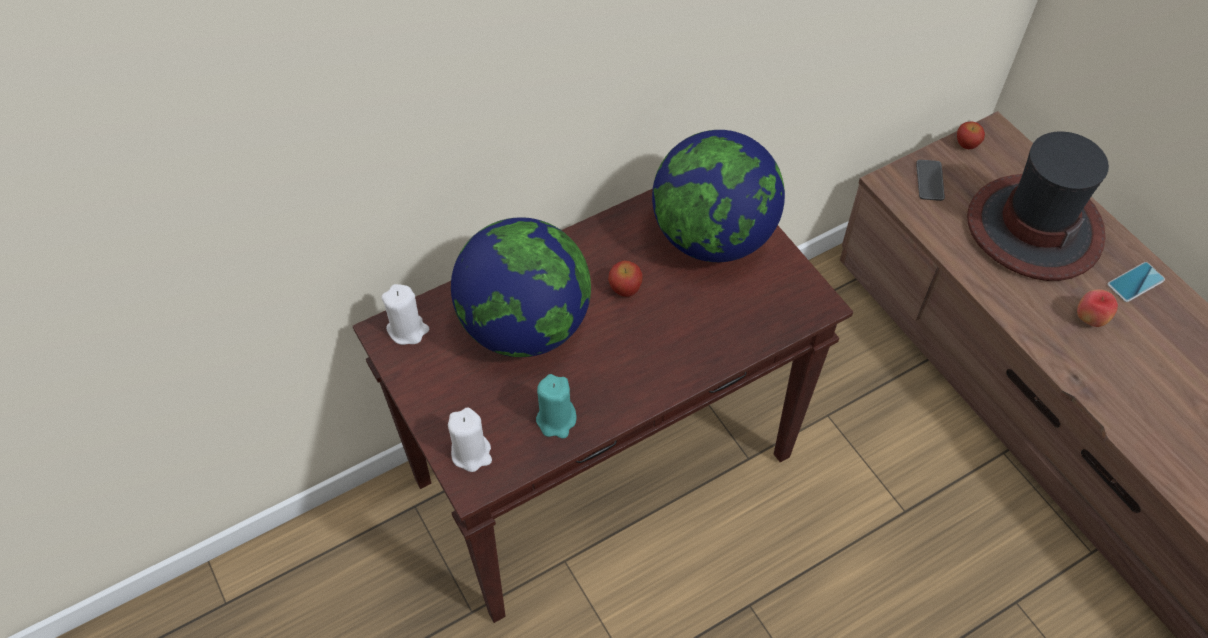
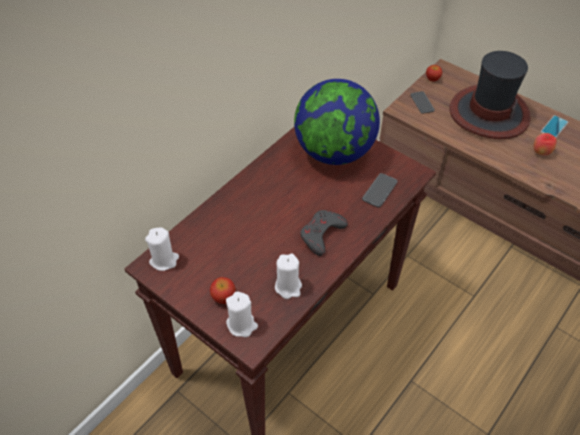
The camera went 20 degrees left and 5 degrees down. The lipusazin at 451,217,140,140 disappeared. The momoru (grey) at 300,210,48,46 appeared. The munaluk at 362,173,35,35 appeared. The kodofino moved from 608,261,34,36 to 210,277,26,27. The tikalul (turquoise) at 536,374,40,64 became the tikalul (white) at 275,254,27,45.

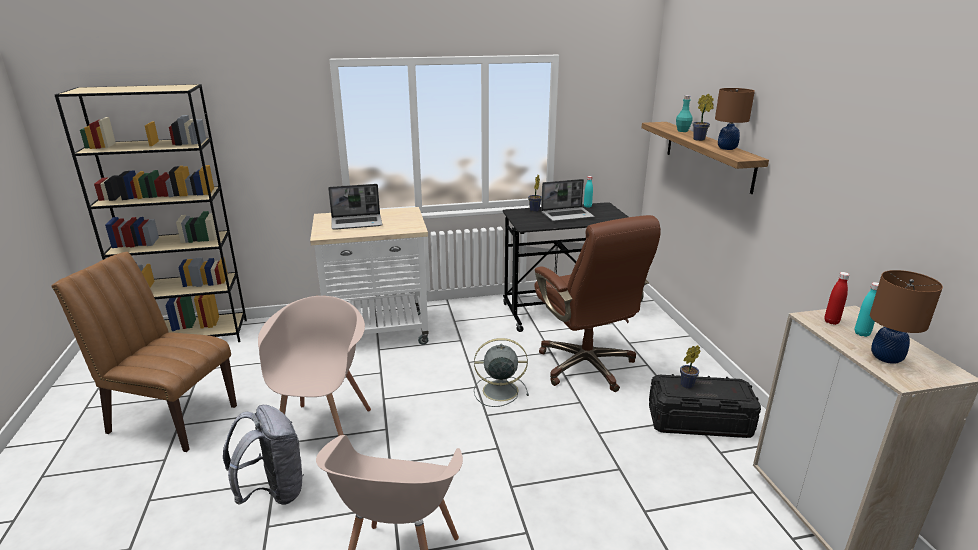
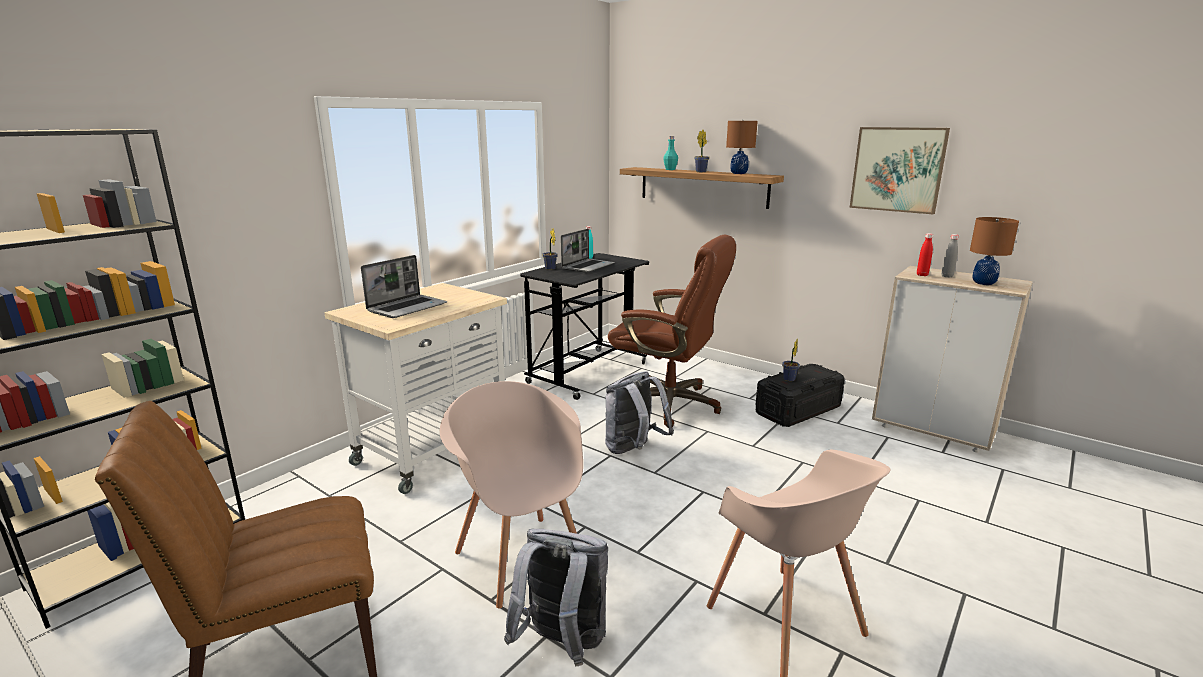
The camera went 40 degrees left and 5 degrees down. The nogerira at 850,127,100,88 appeared. The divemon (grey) at 474,338,55,69 was replaced by the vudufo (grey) at 605,371,69,83. The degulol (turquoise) at 855,282,24,55 became the degulol (grey) at 941,234,18,44.

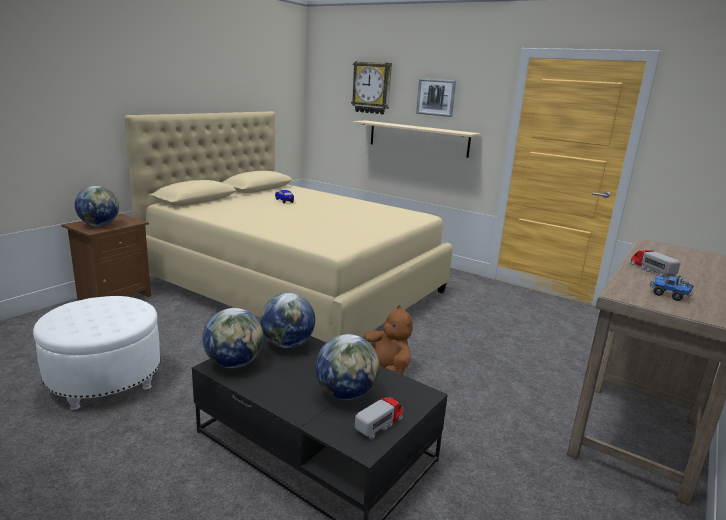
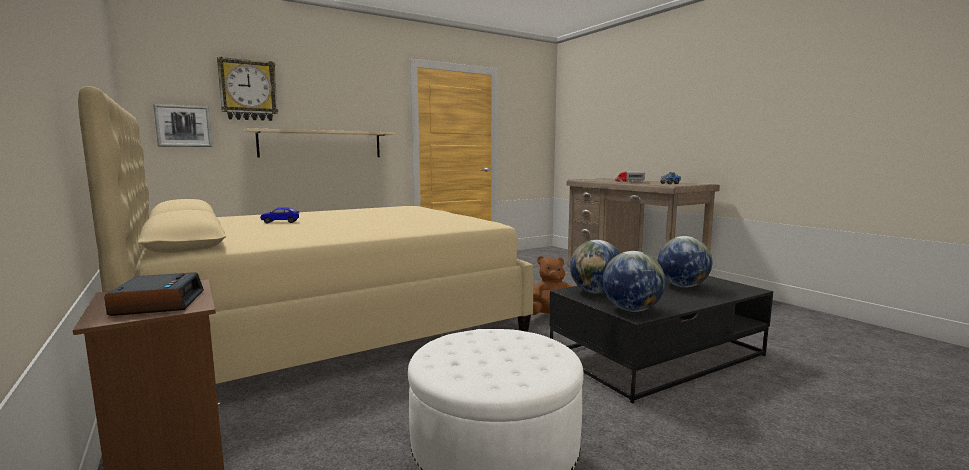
The camera went 65 degrees left and 10 degrees down. The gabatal at 355,397,49,43 disappeared. The nogerira moved from 416,78,40,39 to 153,104,59,43. The lipusazin at 75,186,44,40 was replaced by the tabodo at 104,272,100,44.

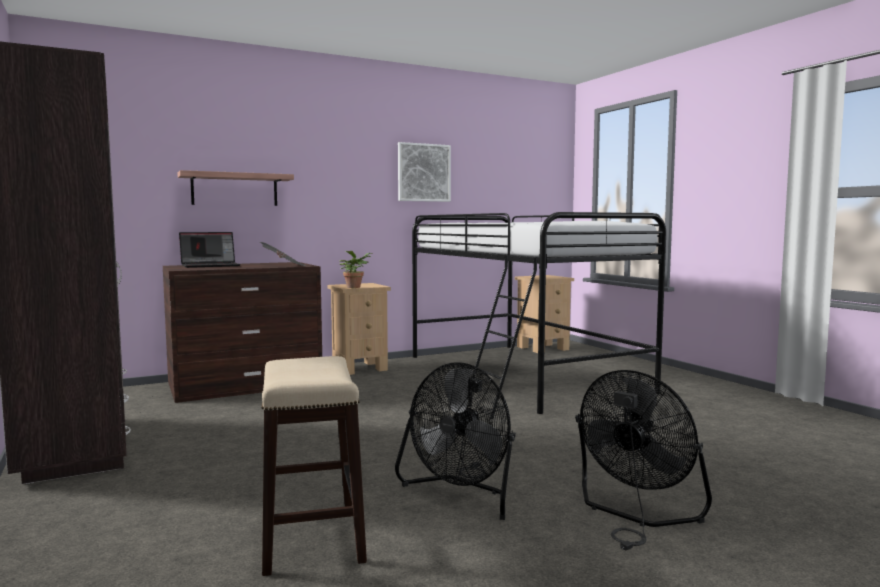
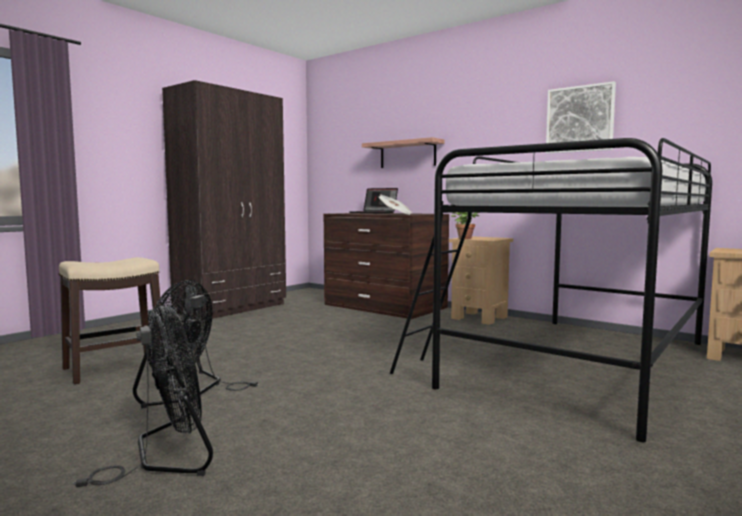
The camera went 65 degrees right and 0 degrees up. The divemon (black) at 575,370,137,180 turned 45 degrees counterclockwise.

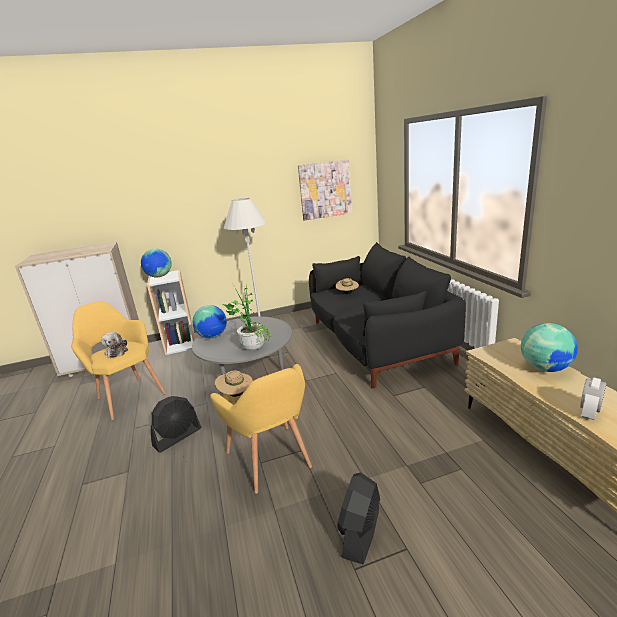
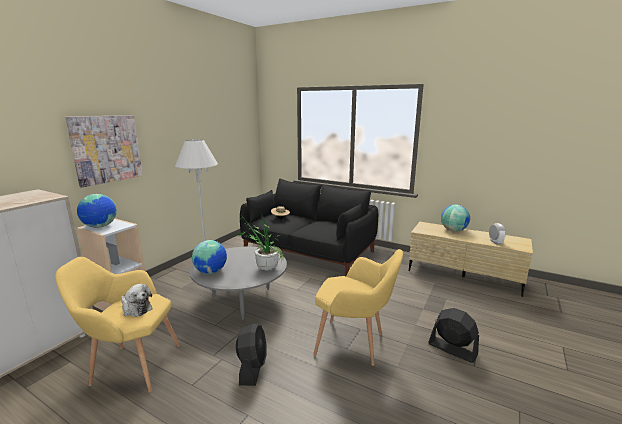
The camera went 45 degrees left and 5 degrees down. The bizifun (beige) at 215,371,38,26 disappeared. The nogerira moved from 298,160,54,61 to 65,115,78,72. The divemon (black) at 337,472,43,92 turned 150 degrees clockwise.

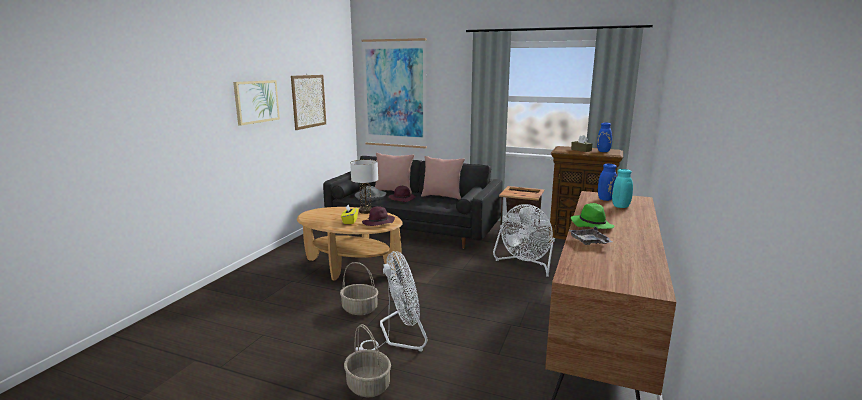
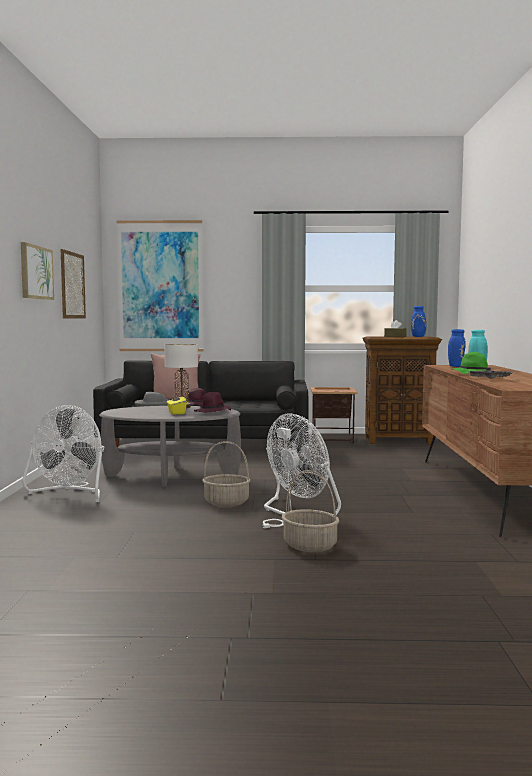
The camera went 20 degrees left and 10 degrees down. The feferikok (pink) at 421,156,44,44 disappeared. The divemon (white) moved from 493,204,62,73 to 22,405,82,97. The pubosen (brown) at 297,207,106,74 became the pubosen (grey) at 99,406,142,81.

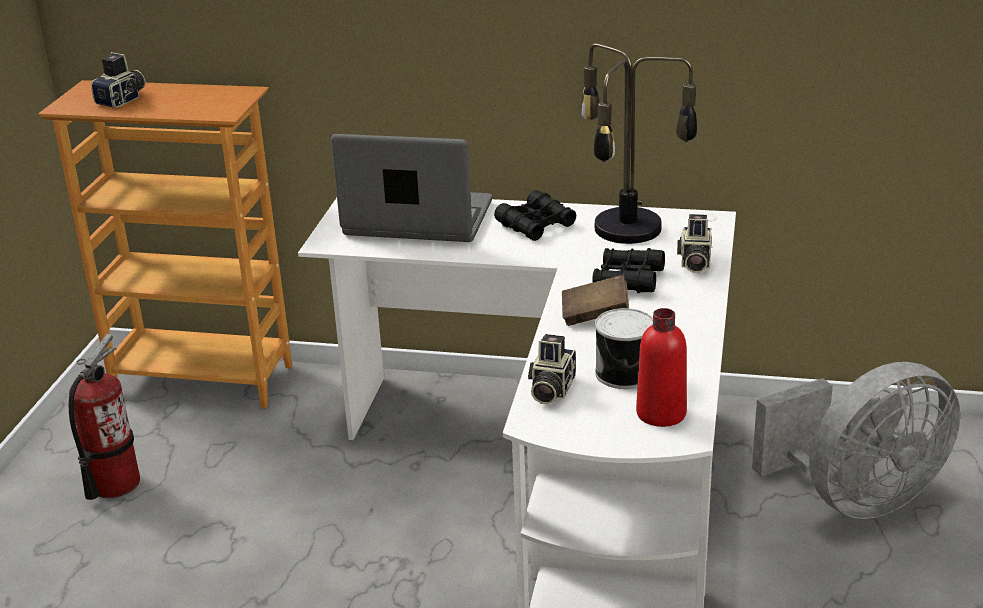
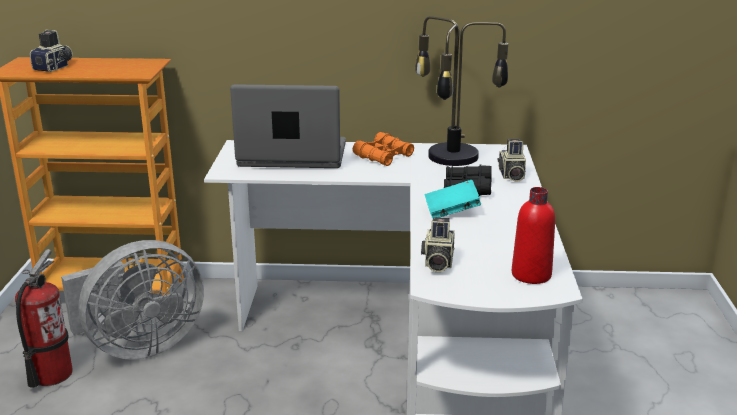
The camera went 10 degrees left and 5 degrees down. The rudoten at 595,308,58,81 disappeared. The divemon (grey) moved from 752,362,208,157 to 61,240,143,120. The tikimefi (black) at 494,190,82,51 became the tikimefi (orange) at 353,132,61,34. The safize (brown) at 562,275,67,51 became the safize (turquoise) at 425,180,56,38.

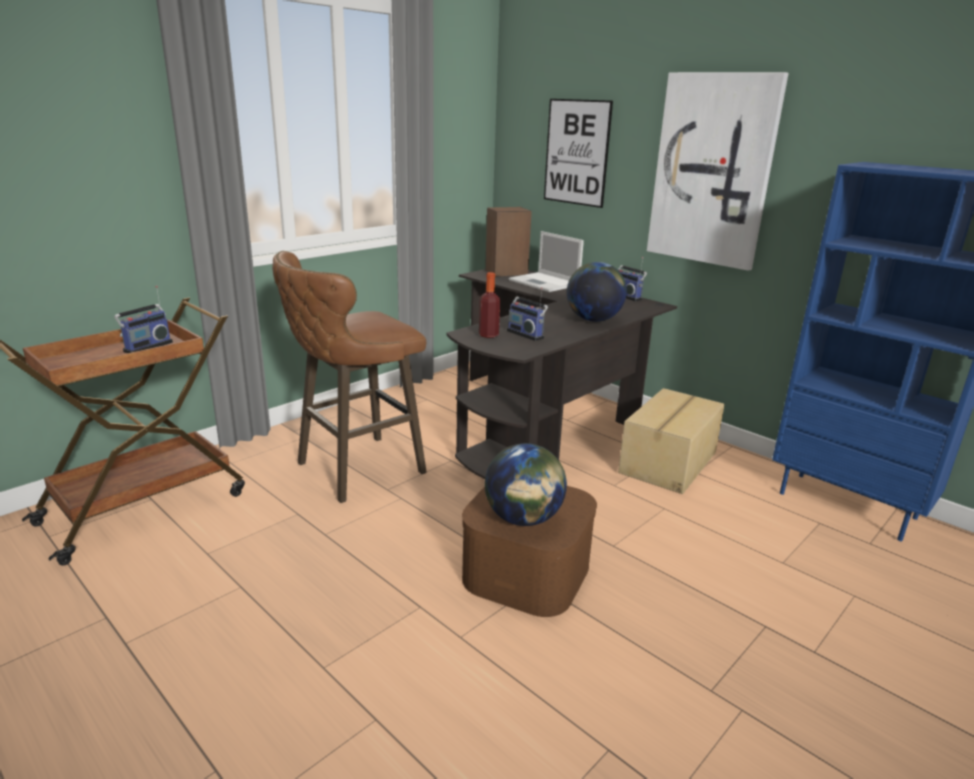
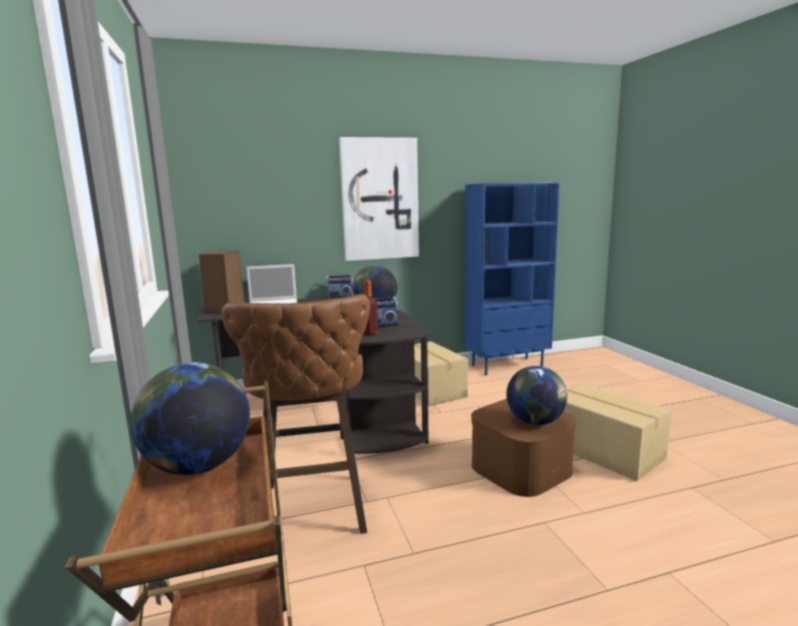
The camera went 60 degrees left and 10 degrees down. The nogerira at 544,99,69,109 disappeared. The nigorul at 563,383,109,98 appeared. The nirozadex at 114,286,59,67 was replaced by the lipusazin at 130,362,120,113.

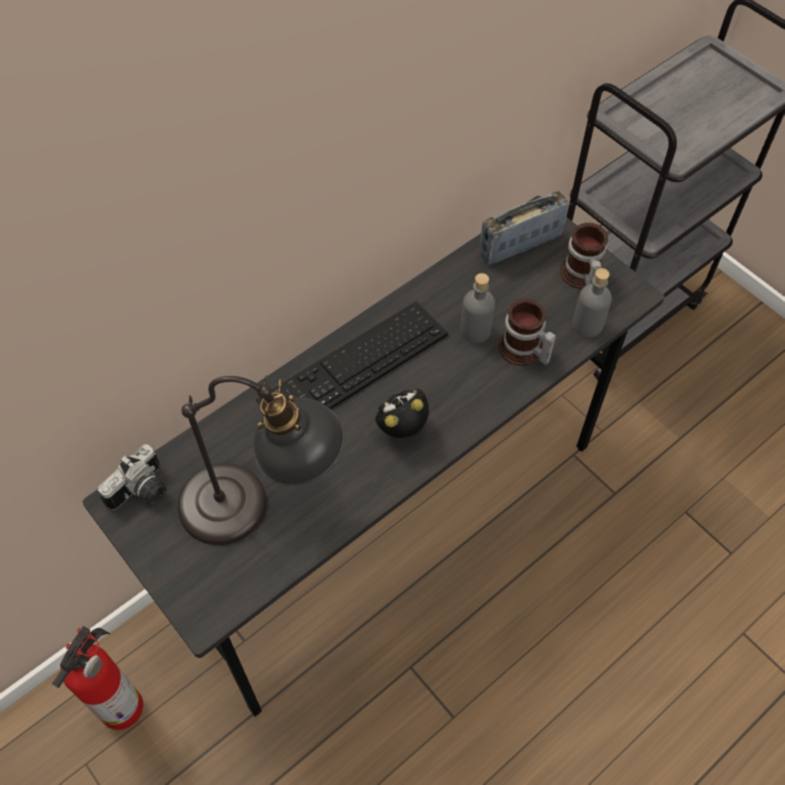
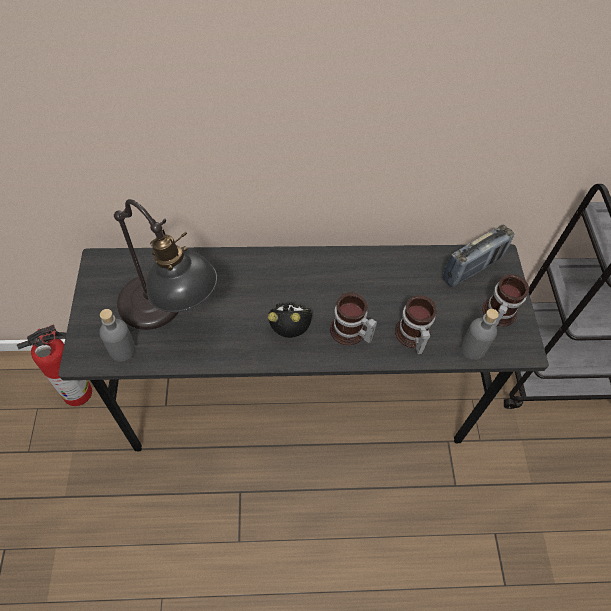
The camera went 35 degrees right and 0 degrees up. The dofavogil at 98,444,68,66 disappeared. The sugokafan at 256,302,192,107 disappeared. The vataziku at 330,292,47,53 appeared. The degulol (grey) moved from 460,273,35,70 to 99,309,37,53. The nirozadex at 480,191,88,74 turned 135 degrees clockwise.

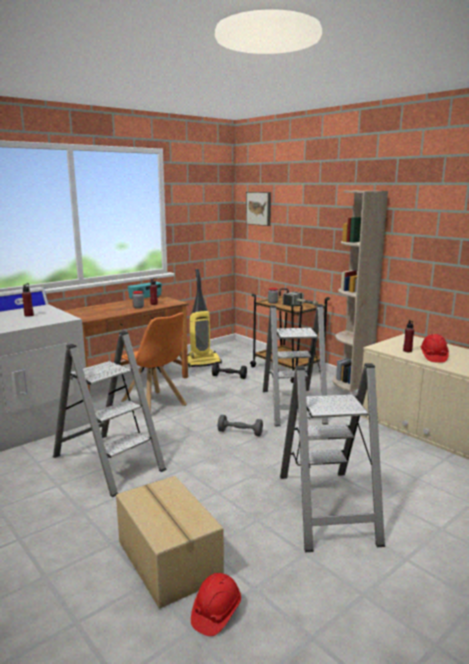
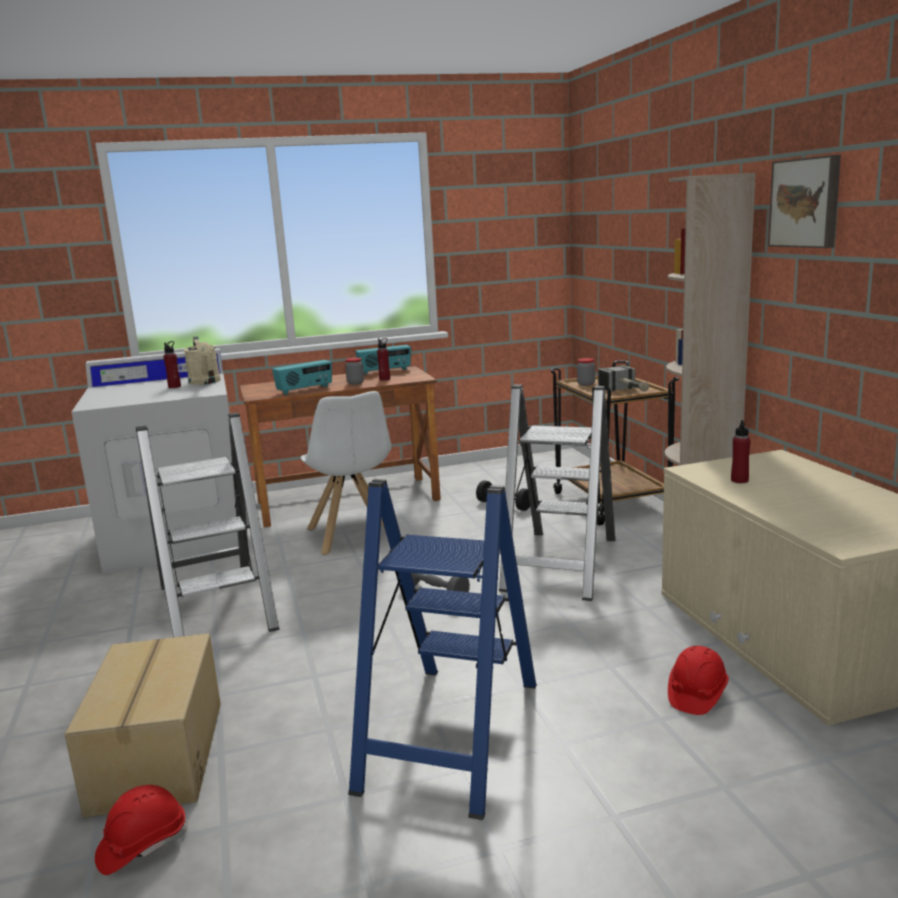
The camera went 25 degrees right and 0 degrees up. The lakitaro at 188,269,34,98 disappeared. The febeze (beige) at 184,337,37,48 appeared. The nirozadex at 272,360,60,35 appeared. The nogerira moved from 246,192,25,34 to 768,155,73,93. The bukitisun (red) moved from 420,334,29,29 to 668,646,61,69. The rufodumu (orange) at 121,312,66,101 became the rufodumu (white) at 301,391,90,164. The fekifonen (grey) at 280,363,105,189 became the fekifonen (blue) at 348,479,189,341.

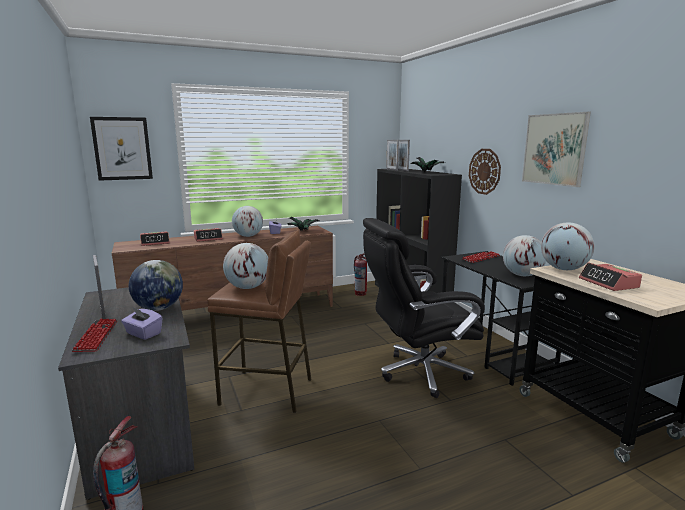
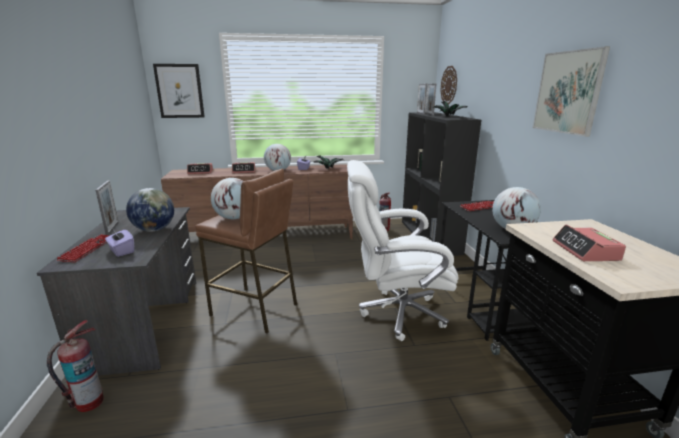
The camera went 15 degrees right and 5 degrees up. The lipusazin at 541,222,54,48 disappeared. The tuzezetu moved from 469,149,32,46 to 440,66,17,39. The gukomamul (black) at 363,218,122,180 became the gukomamul (white) at 347,160,112,181.

